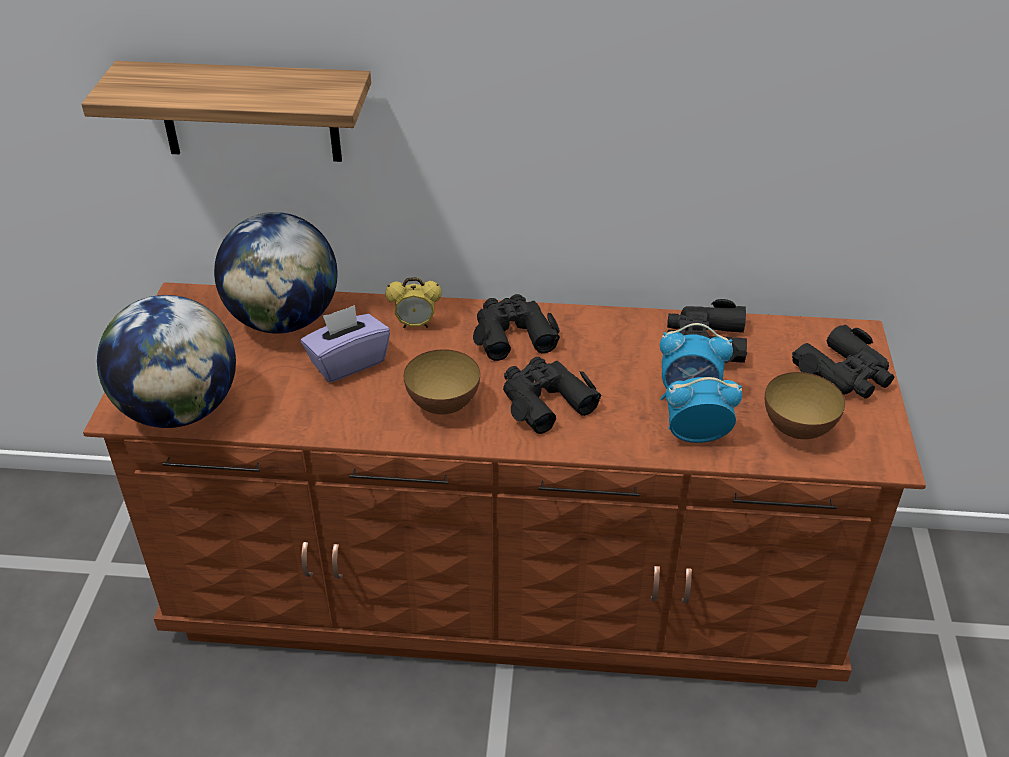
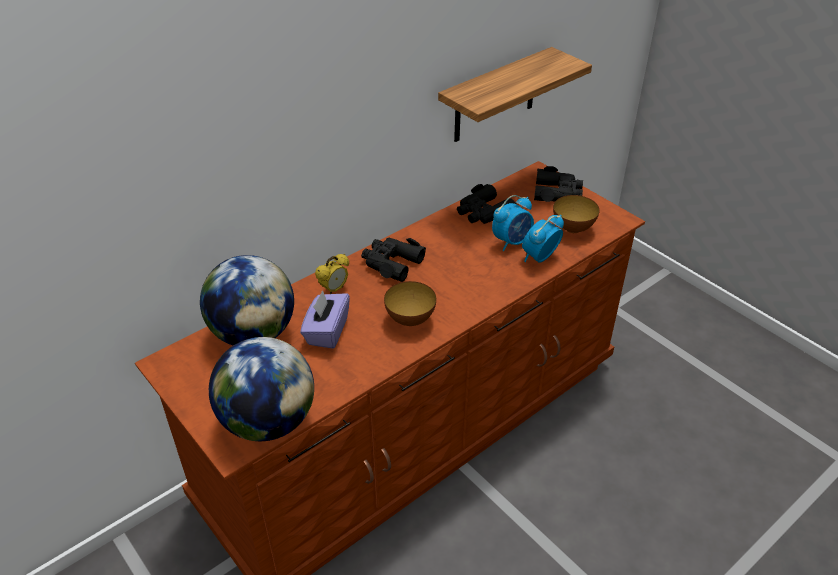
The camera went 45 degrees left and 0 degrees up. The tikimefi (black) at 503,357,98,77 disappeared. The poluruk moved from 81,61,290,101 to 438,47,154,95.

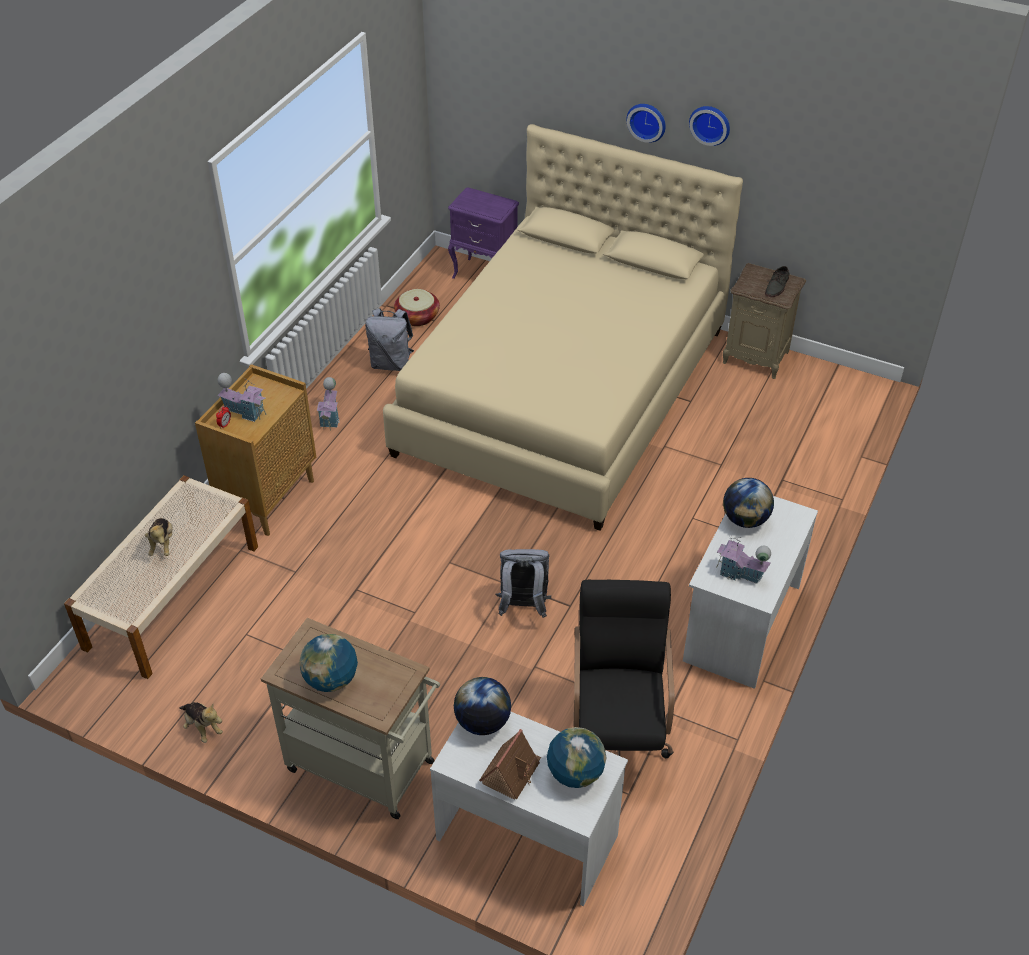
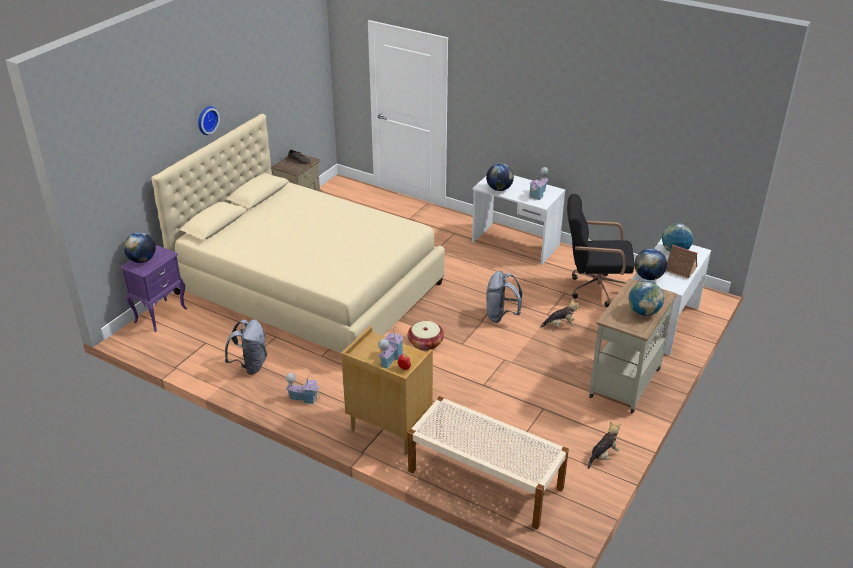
The camera went 85 degrees left and 10 degrees down. The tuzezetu at 689,106,41,40 disappeared. The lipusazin at 124,232,32,31 appeared. The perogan moved from 145,518,28,38 to 540,298,39,30. The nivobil moved from 394,289,46,37 to 408,321,36,30.

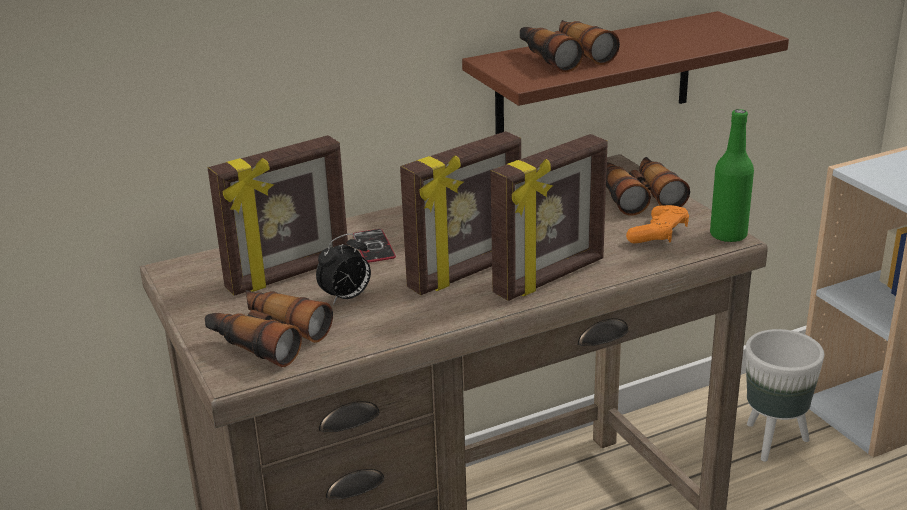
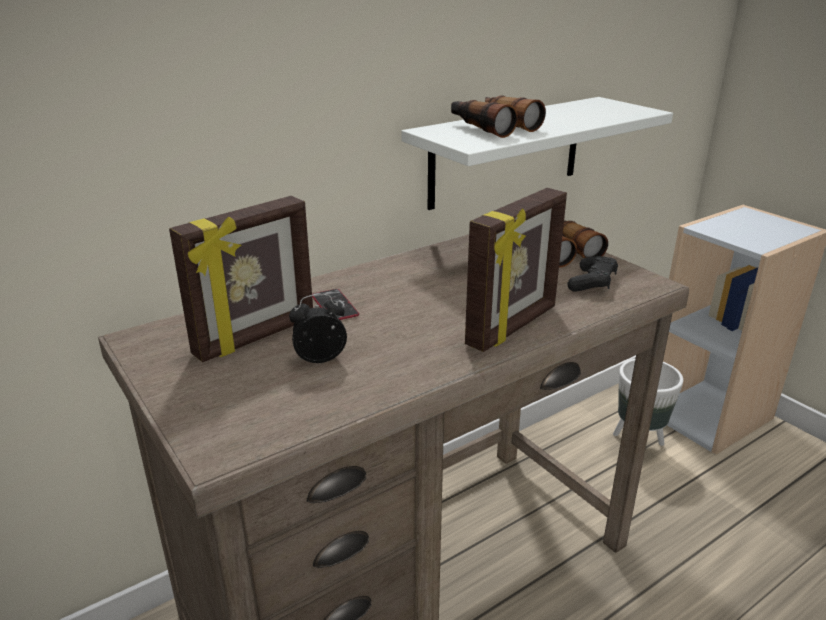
The camera went 10 degrees left and 0 degrees up. The tikimefi at 204,290,129,77 disappeared. The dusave at 400,131,121,164 disappeared. The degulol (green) at 710,109,44,133 disappeared. The poluruk (brown) at 462,11,327,123 became the poluruk (white) at 401,97,272,113. The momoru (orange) at 626,205,63,39 became the momoru (black) at 568,256,50,36. The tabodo at 316,233,55,72 turned 150 degrees counterclockwise.

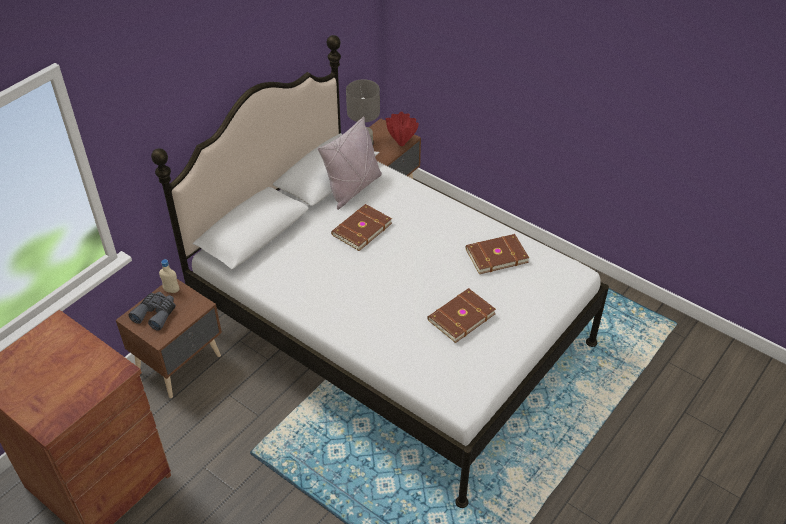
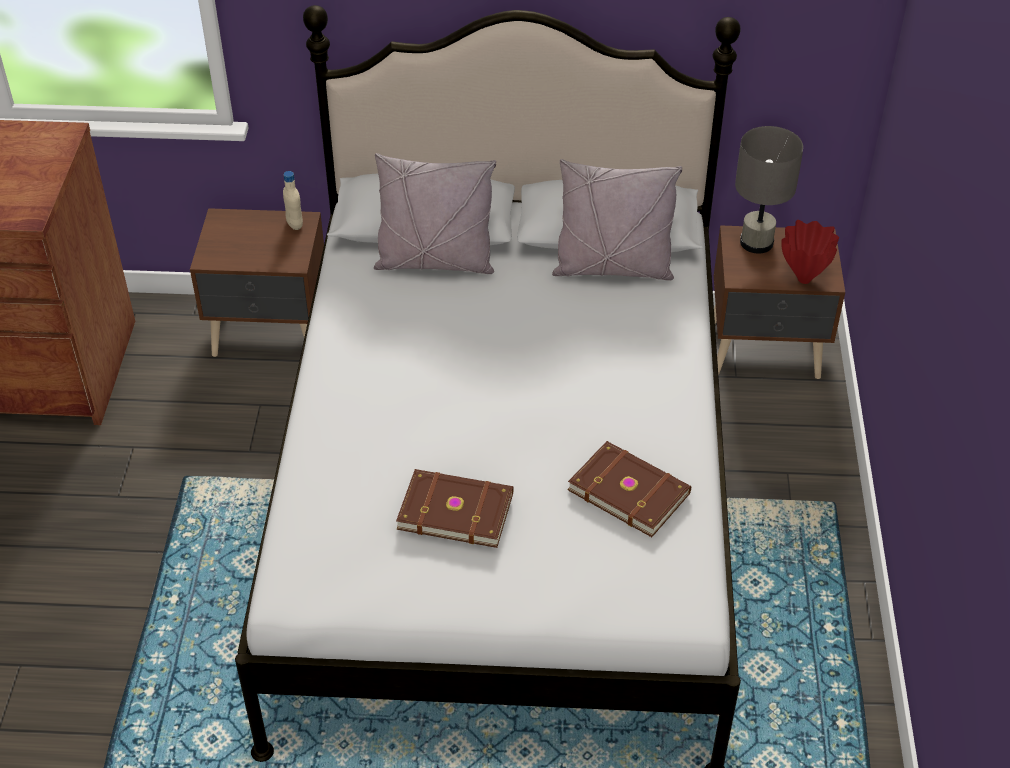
The camera went 55 degrees right and 0 degrees up. The tikimefi (grey) at 128,292,48,39 disappeared. The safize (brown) at 331,204,61,47 disappeared. The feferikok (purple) at 374,153,122,121 appeared.

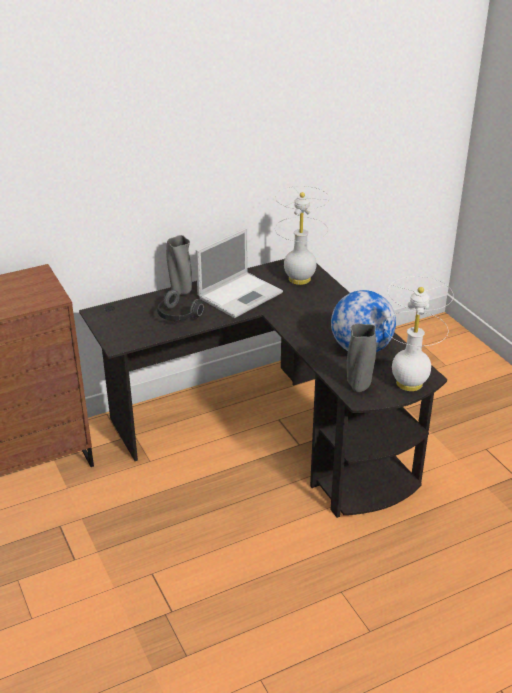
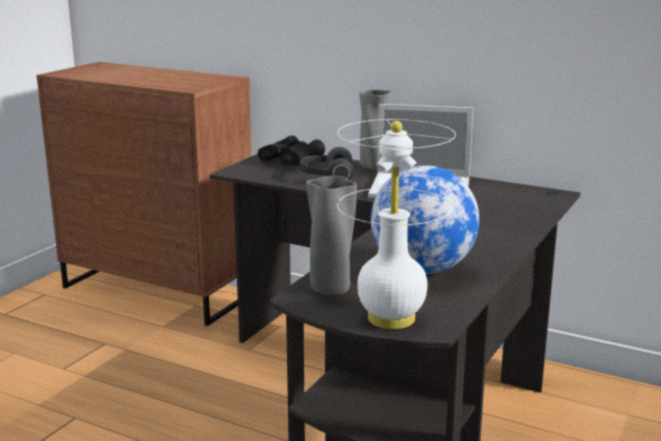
The camera went 55 degrees right and 15 degrees down. The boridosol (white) at 275,186,54,99 disappeared. The tikimefi (black) at 258,135,67,31 appeared.

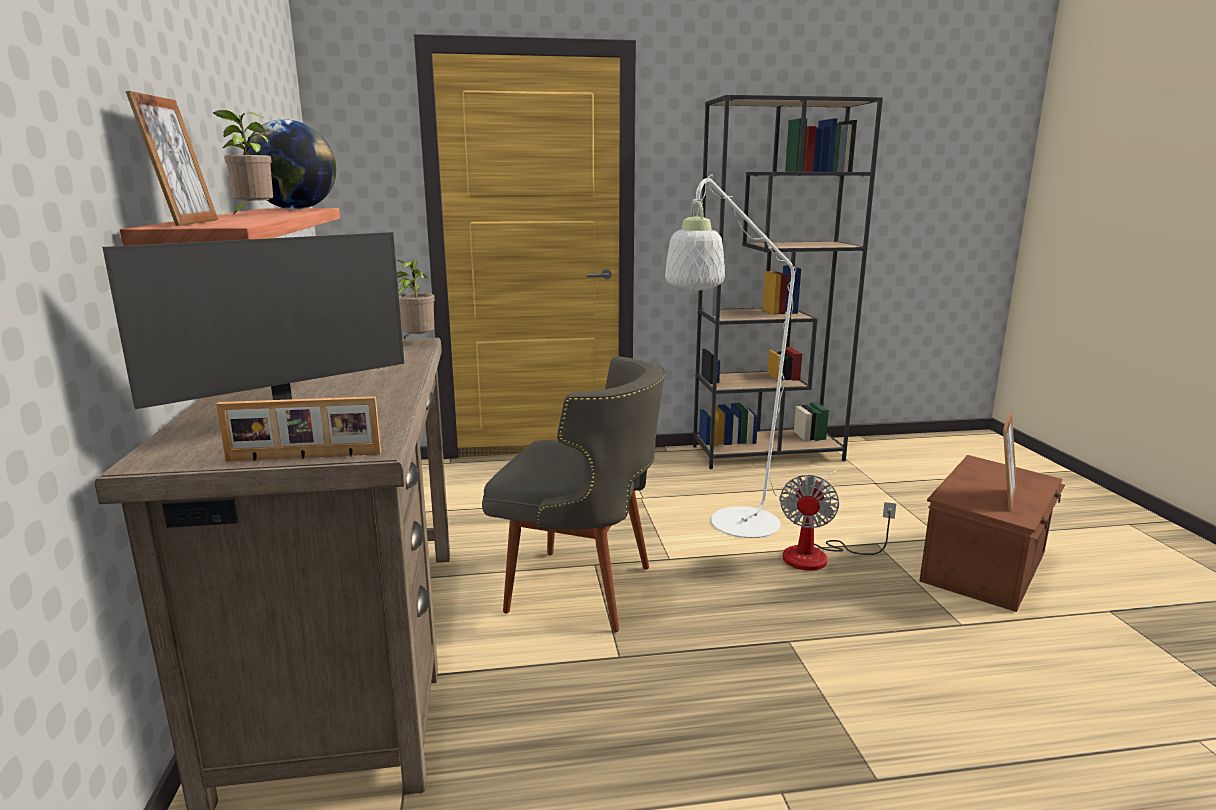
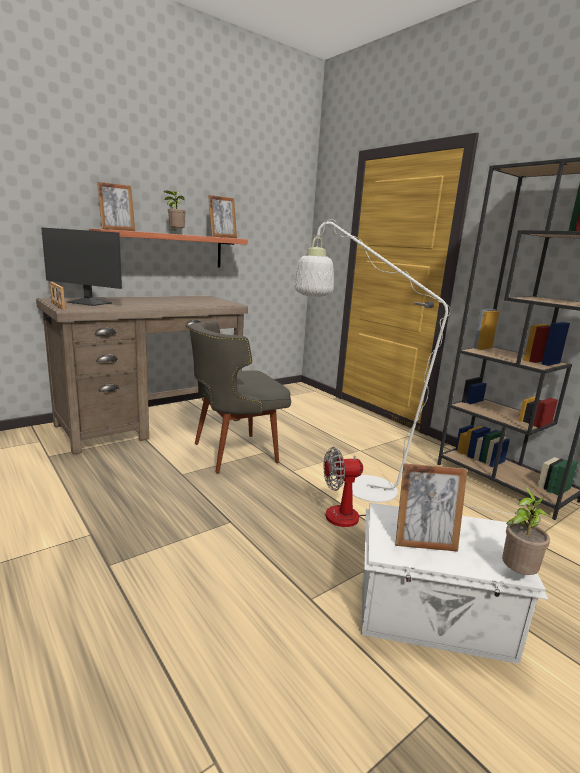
The camera went 60 degrees right and 0 degrees up. The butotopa moved from 397,258,38,82 to 502,487,50,88. The lipusazin at 243,119,93,90 was replaced by the dusave at 208,195,29,43. The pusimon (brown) at 919,455,146,157 became the pusimon (white) at 361,503,188,161. The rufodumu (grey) at 482,356,183,277 turned 75 degrees clockwise.

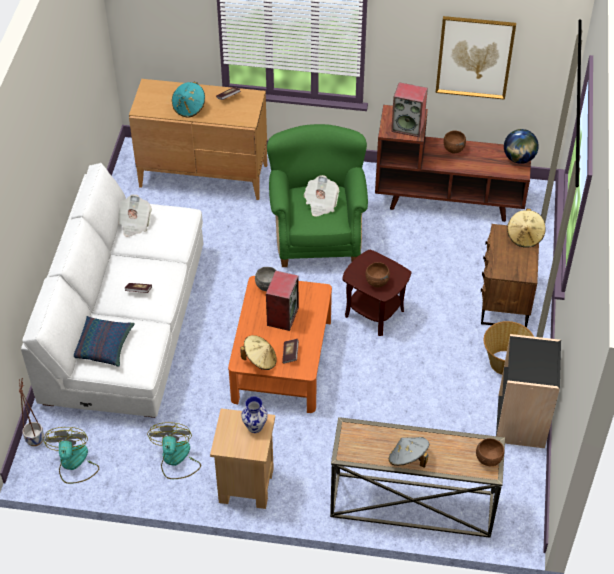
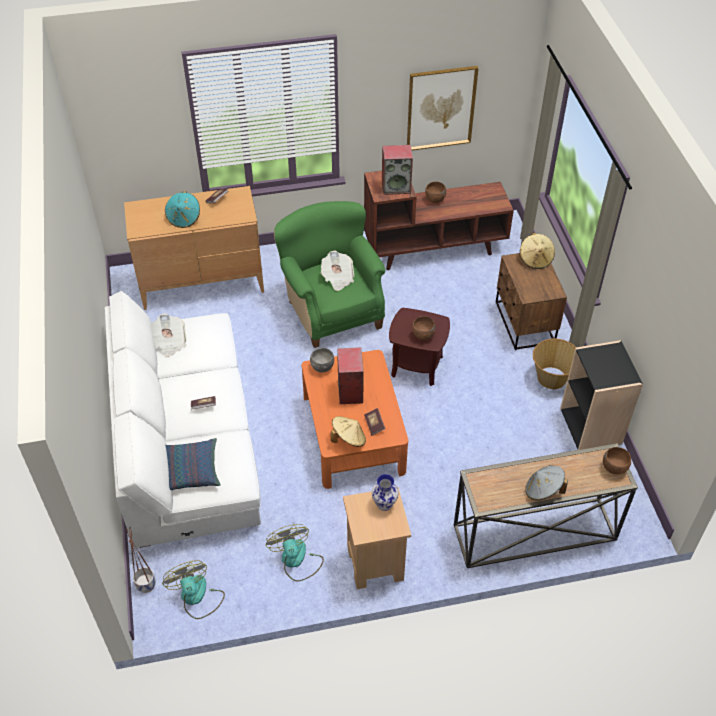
The camera went 20 degrees left and 0 degrees up. The lipusazin at 504,129,35,35 disappeared.

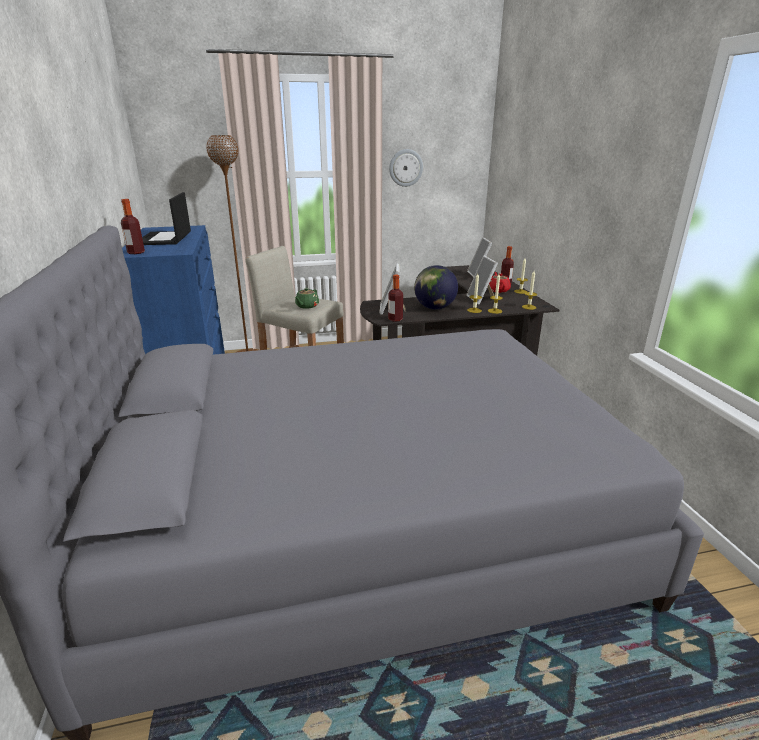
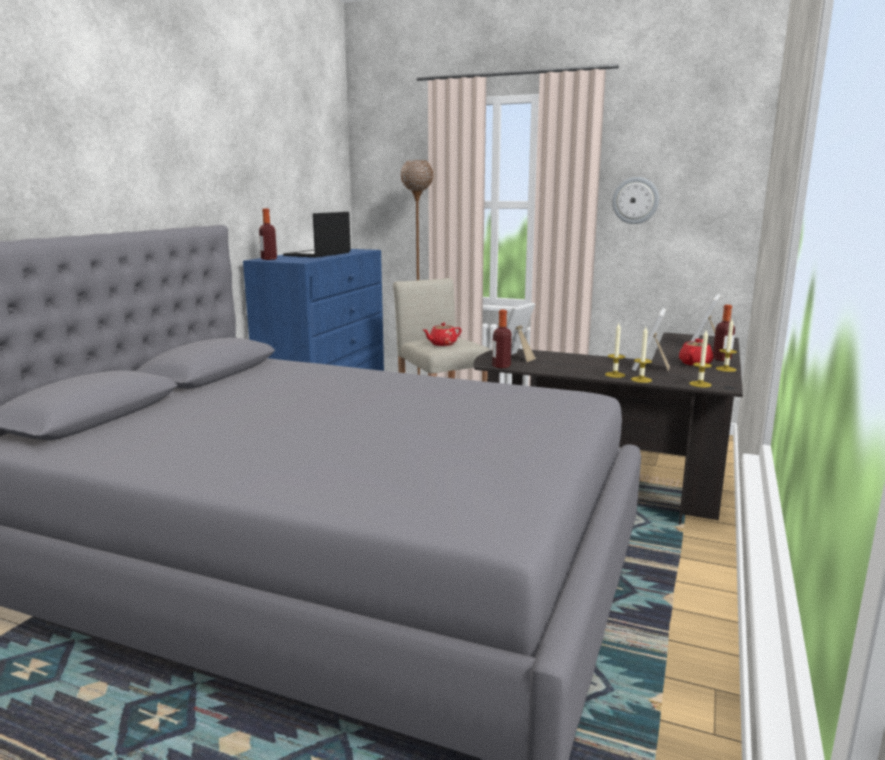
The camera went 35 degrees right and 10 degrees down. The lipusazin at 414,265,44,44 disappeared. The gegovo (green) at 295,288,24,21 became the gegovo (red) at 423,323,39,23.

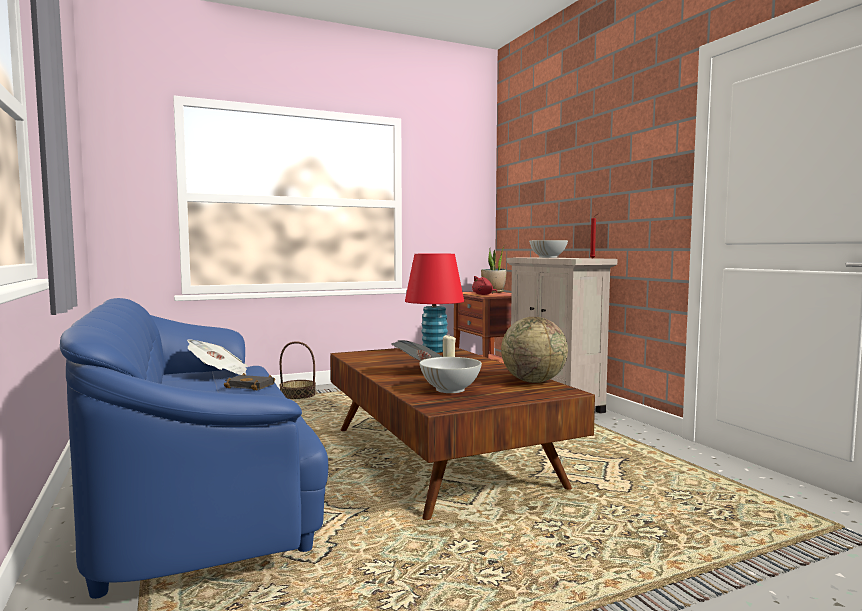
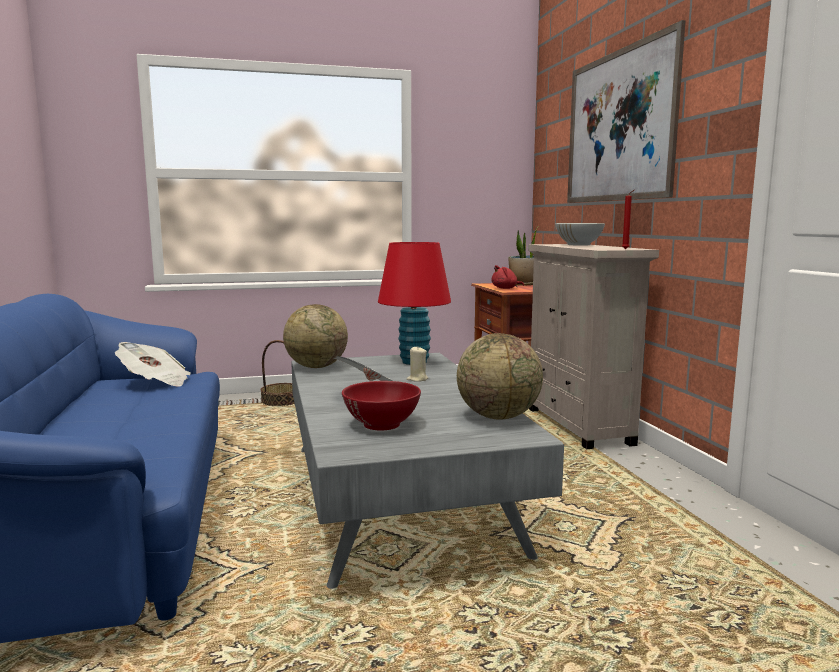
The camera went 10 degrees right and 5 degrees up. The safize (black) at 224,373,51,18 disappeared. The lipusazin at 283,304,65,64 appeared. The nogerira at 567,20,119,183 appeared. The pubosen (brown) at 330,347,265,173 became the pubosen (grey) at 291,353,273,236. The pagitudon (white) at 419,357,63,36 became the pagitudon (red) at 342,381,79,50.

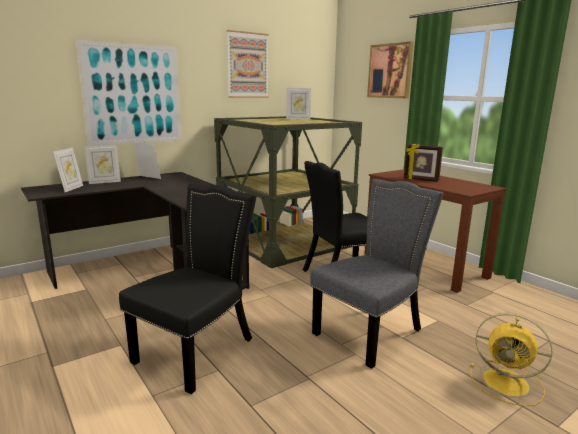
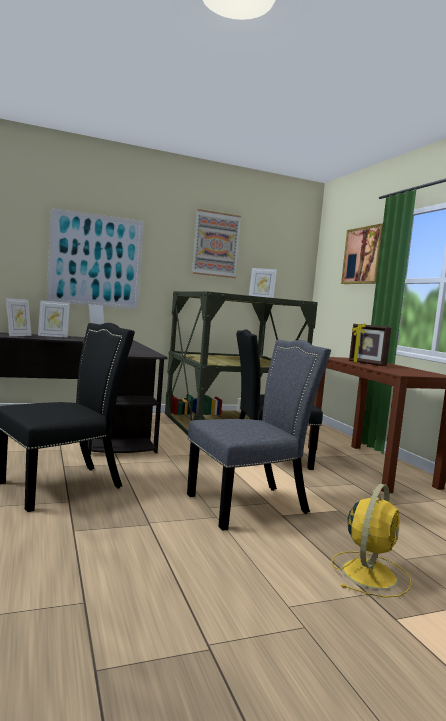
The camera went 15 degrees right and 10 degrees down. The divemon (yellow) at 470,313,82,93 turned 105 degrees counterclockwise.

